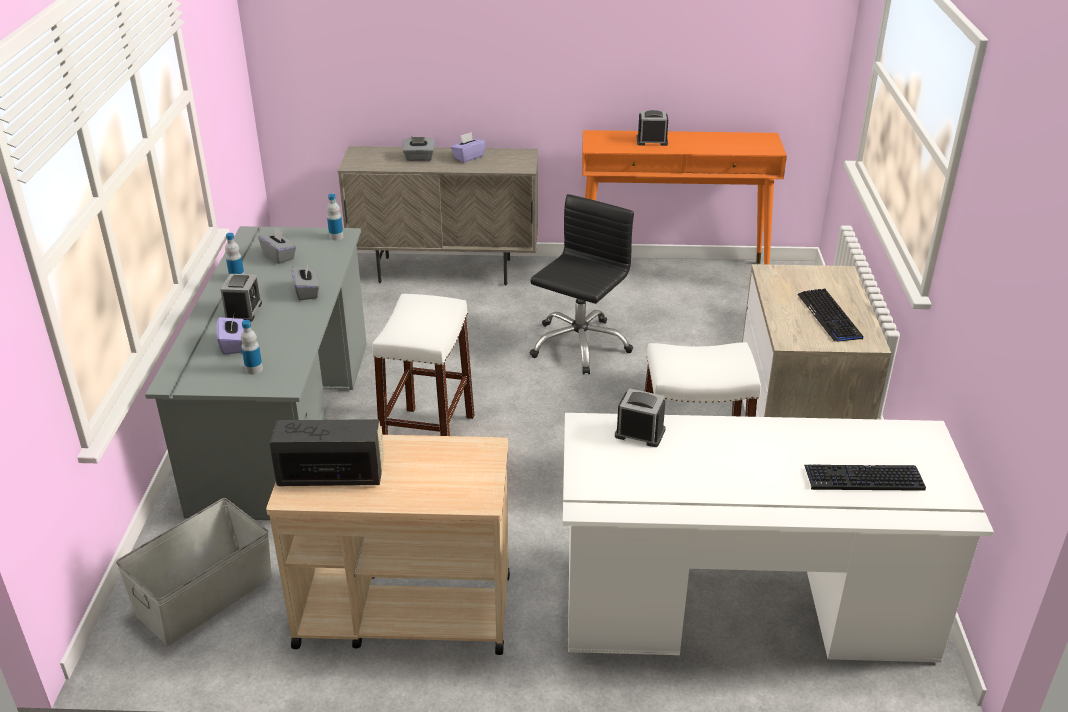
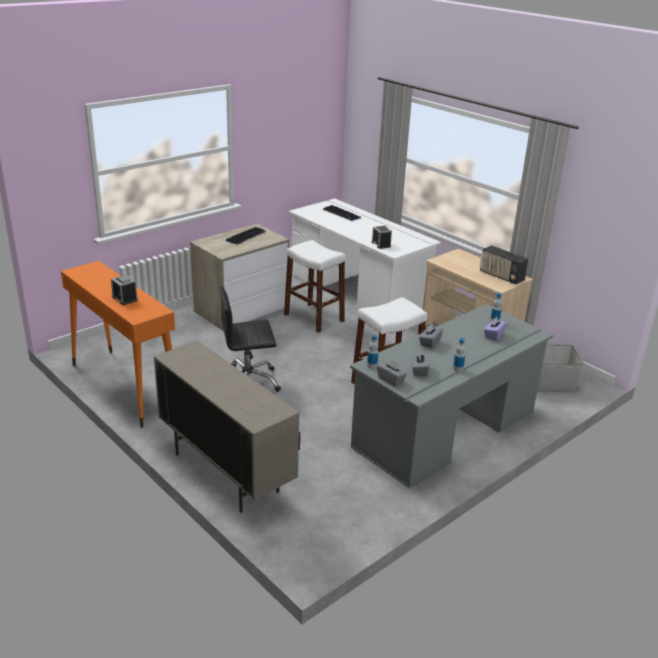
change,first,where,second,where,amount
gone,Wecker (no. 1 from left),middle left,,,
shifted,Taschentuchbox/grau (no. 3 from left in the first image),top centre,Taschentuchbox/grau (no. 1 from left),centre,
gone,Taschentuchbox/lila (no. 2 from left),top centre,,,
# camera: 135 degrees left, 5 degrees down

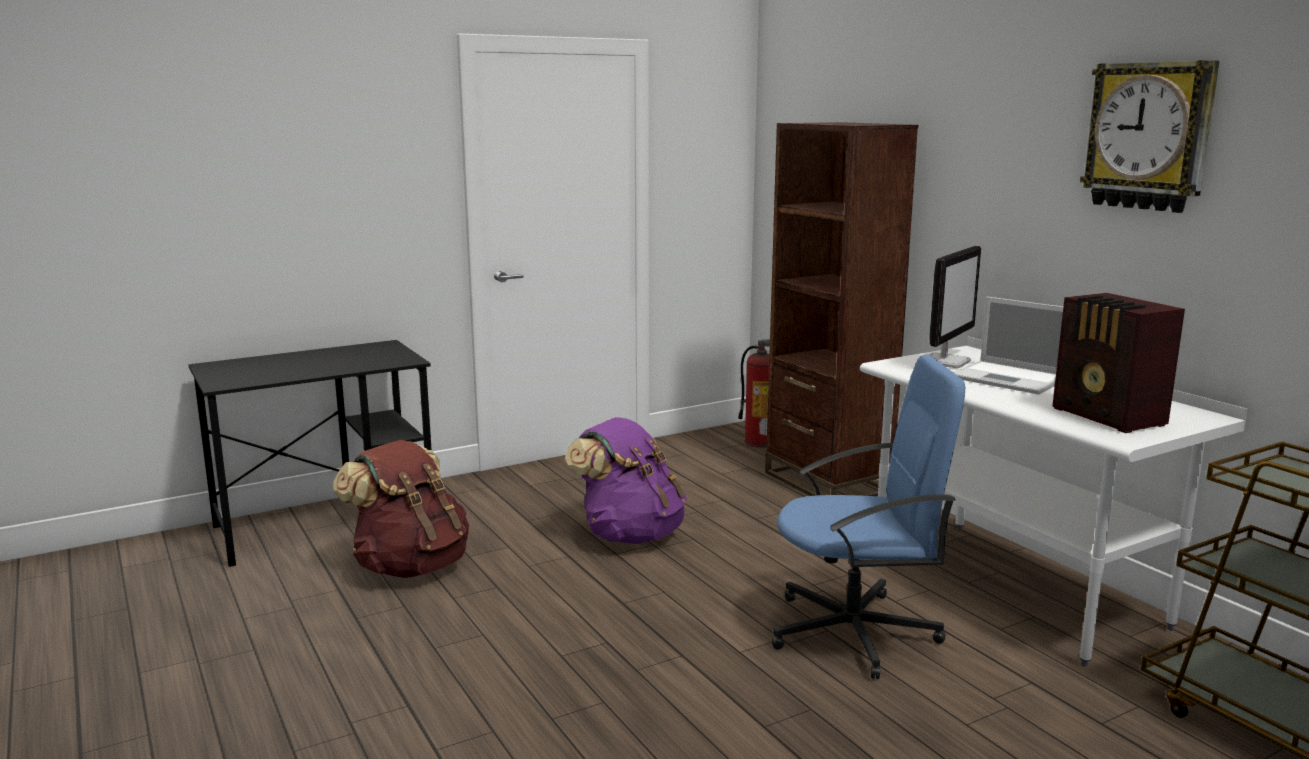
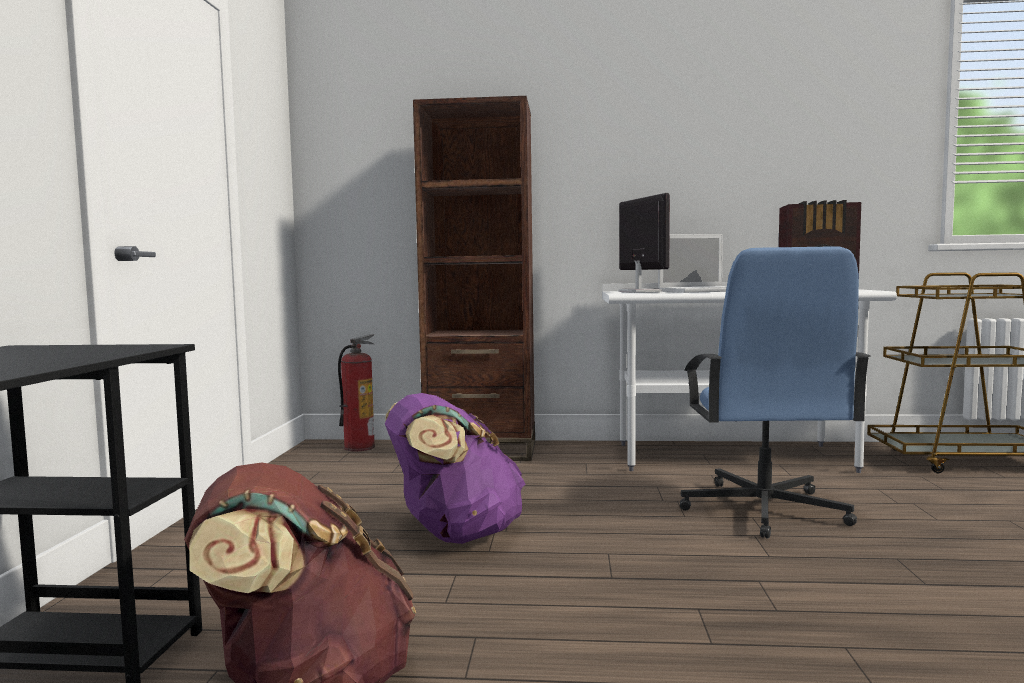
change,first,where,second,where,amount
rotated,Bürostuhl/blau,bottom centre,,middle right,150 degrees clockwise
gone,Wanduhr,top right,,,
# camera: 55 degrees left, 10 degrees down

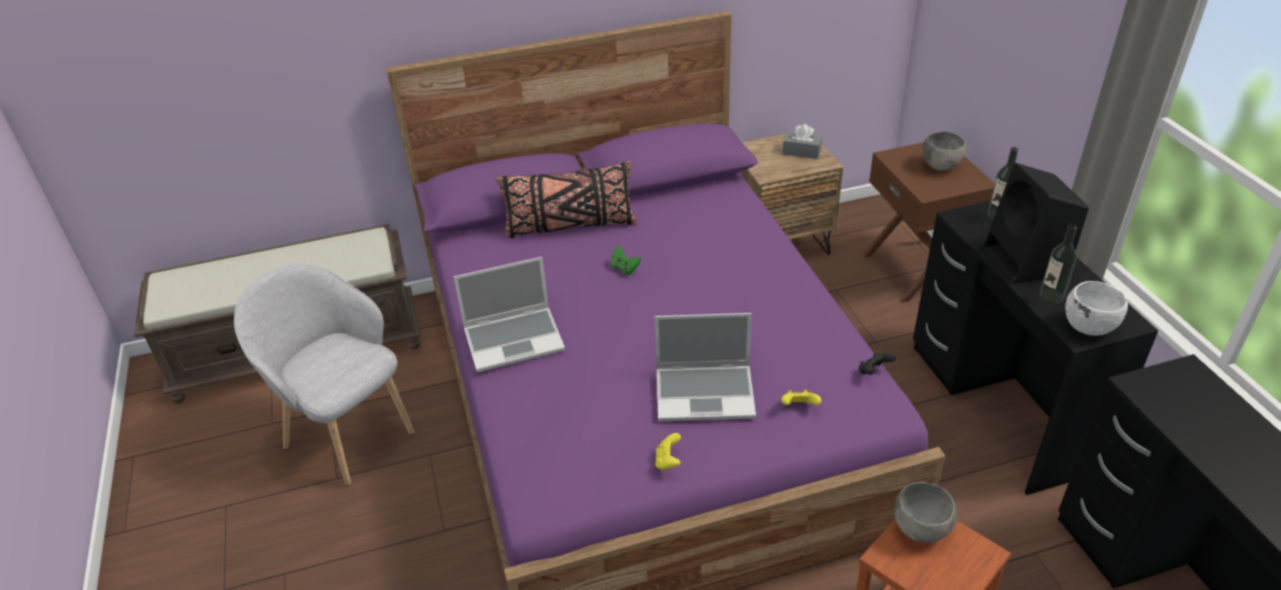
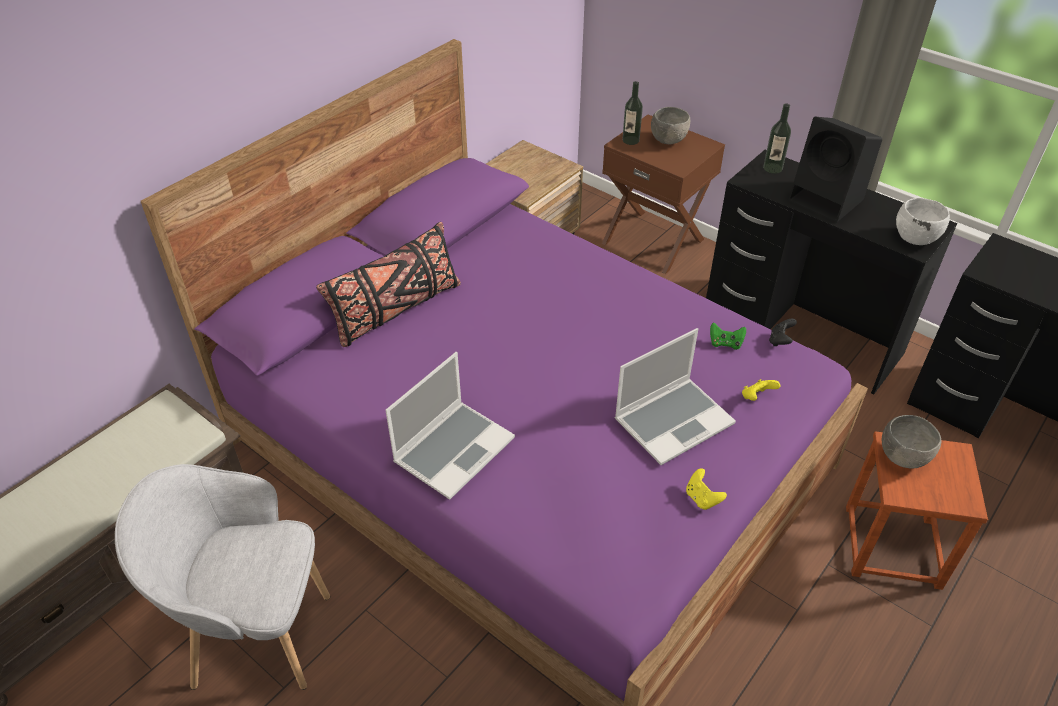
change,first,where,second,where,amount
shifted,Gamepad/grün,centre,,middle right,
gone,Taschentuchbox/grau,top centre,,,
shifted,Flasche (no. 2 from left in the first image),middle right,Flasche (no. 1 from left),top centre,
# camera: 35 degrees left, 5 degrees up

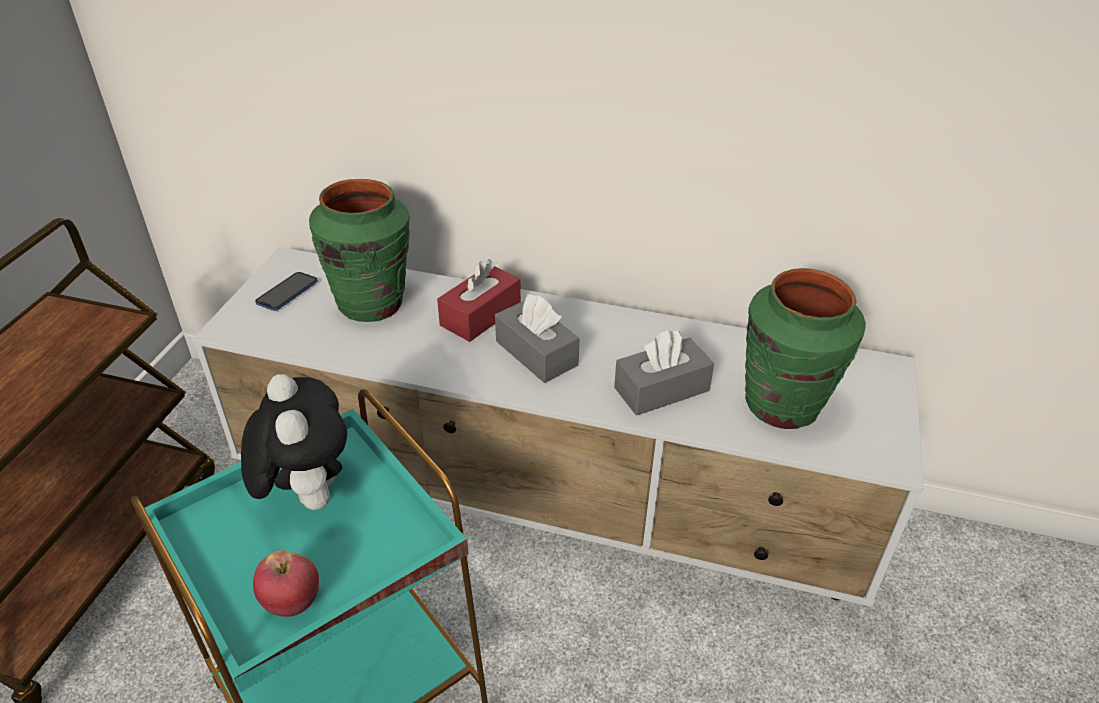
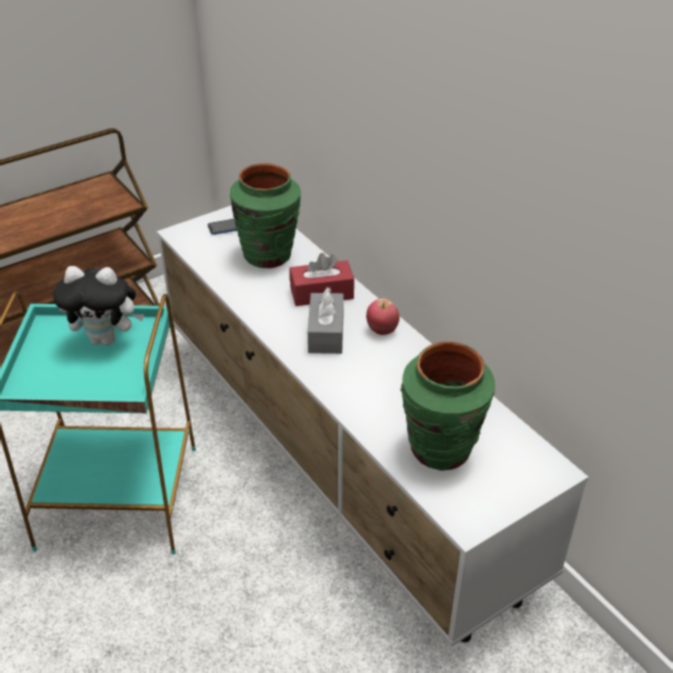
change,first,where,second,where,amount
rotated,Plüschtier,middle left,,middle left,75 degrees clockwise
shifted,Apfel,bottom left,,centre,
gone,Taschentuchbox/grau (no. 2 from left),centre,,,
# camera: 40 degrees right, 0 degrees up

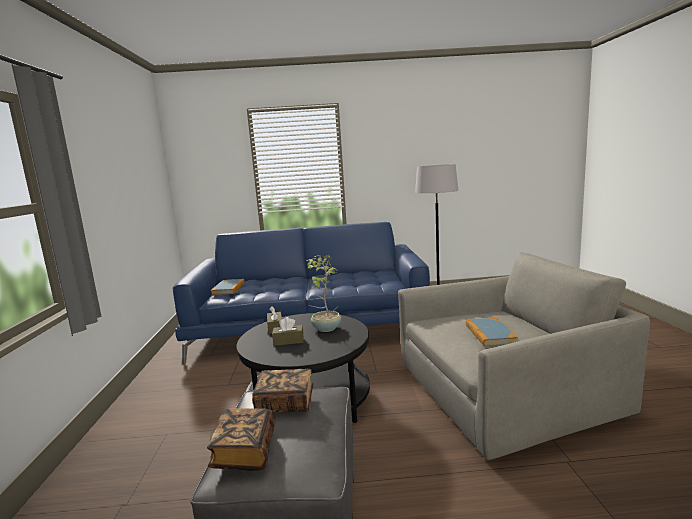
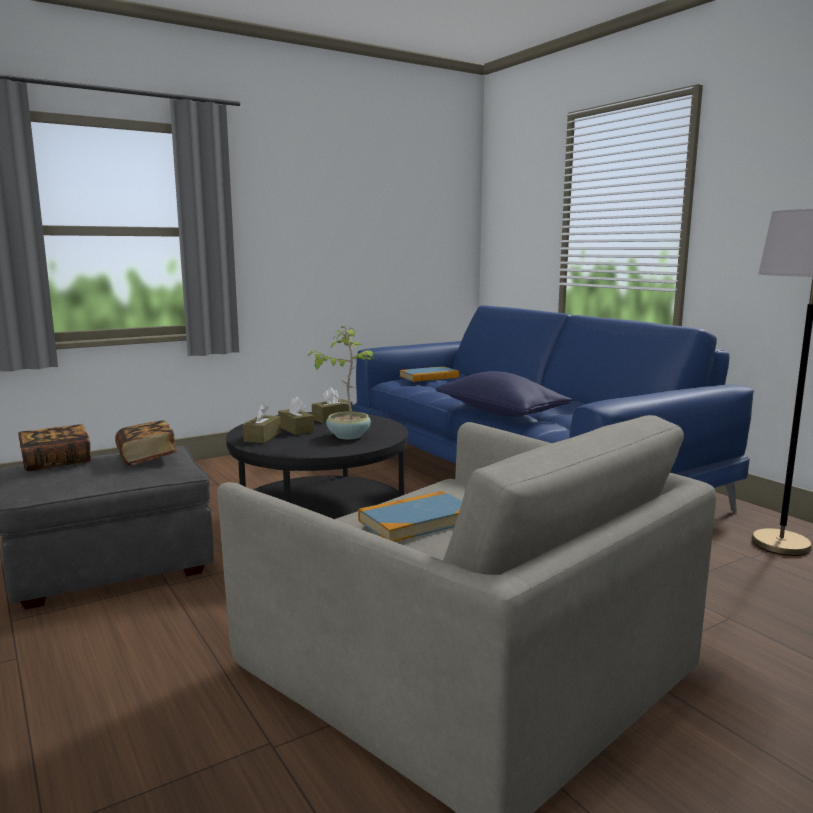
change,first,where,second,where,amount
new,,,Taschentuchbox/braun (no. 1 from left),middle left,
new,,,Kissen/blau,centre,
# camera: 60 degrees right, 0 degrees up

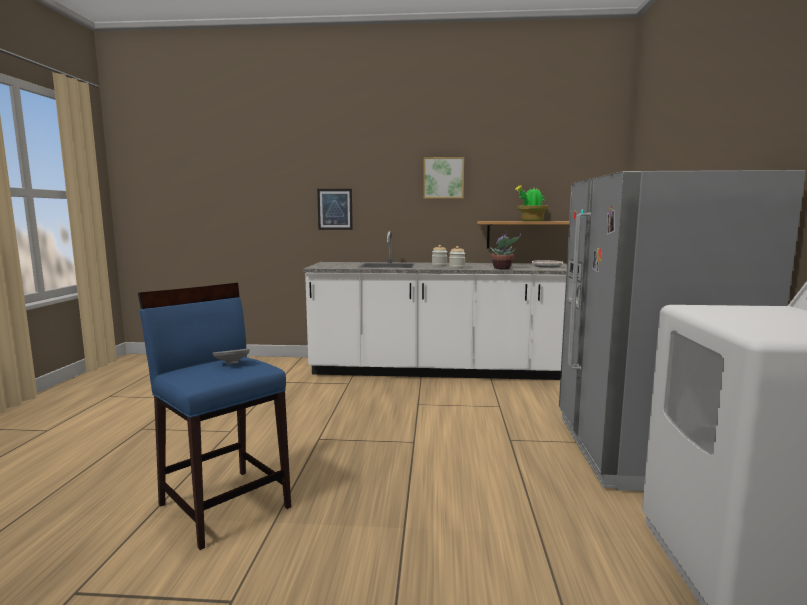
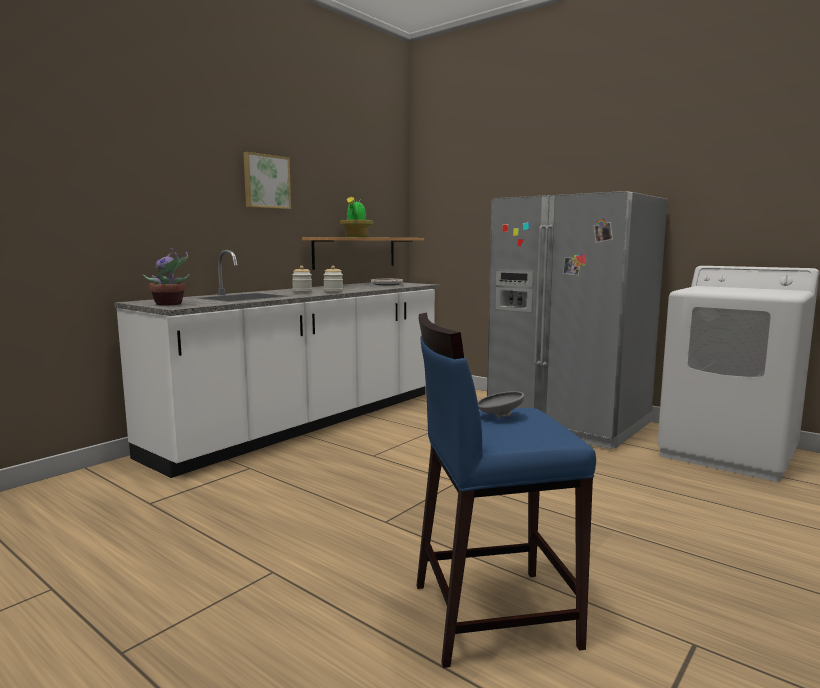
change,first,where,second,where,amount
gone,Bild (no. 1 from left),centre,,,
shifted,Topfpflanze (no. 1 from left),centre,,middle left,
# camera: 55 degrees left, 0 degrees up

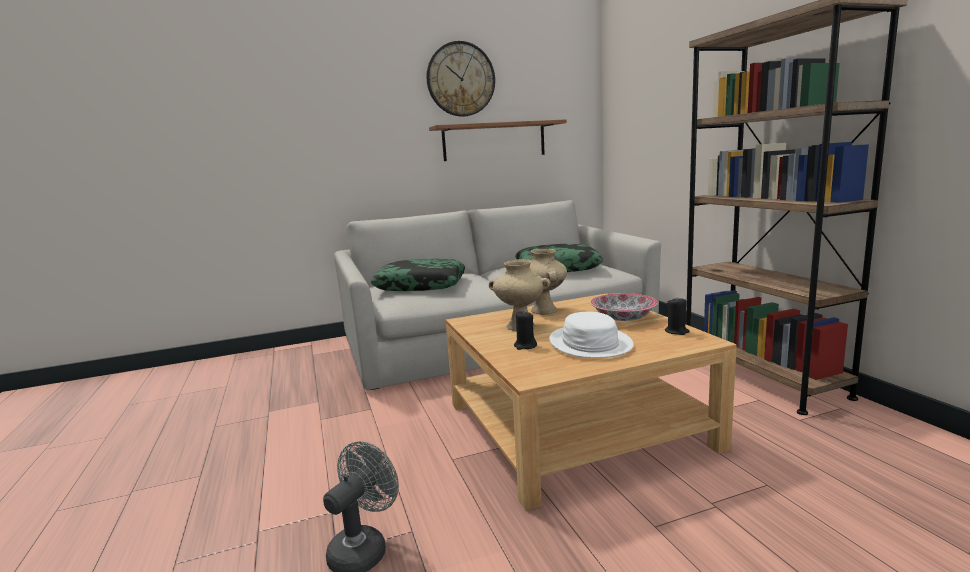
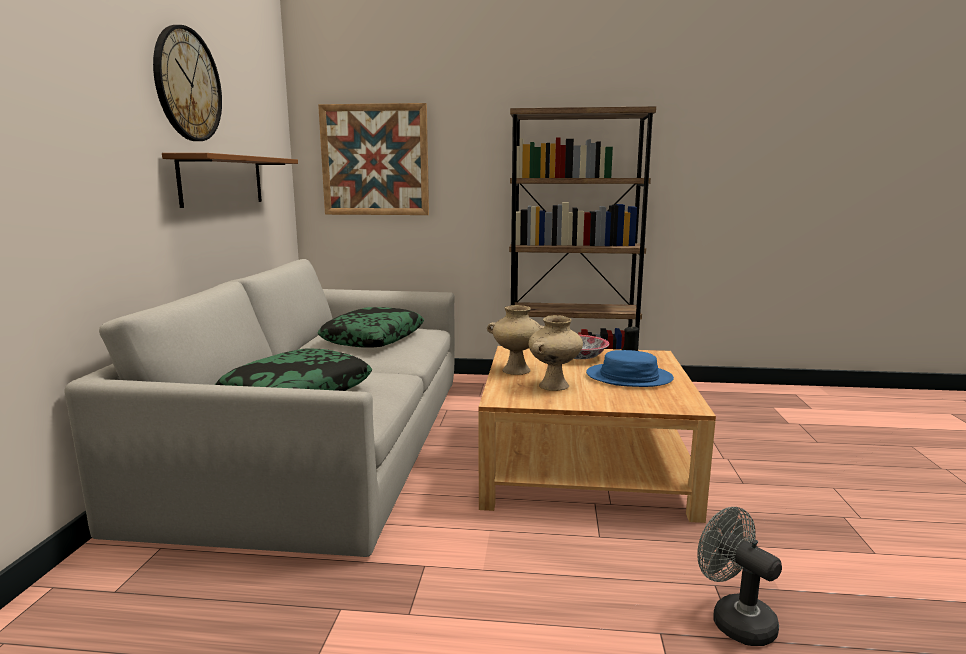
change,first,where,second,where,amount
gone,Kerze/schwarz (no. 1 from left),centre,,,
repainted,Hut/weiß,centre,Hut/blau,centre,
new,,,Bild,top centre,
# camera: 65 degrees left, 0 degrees up

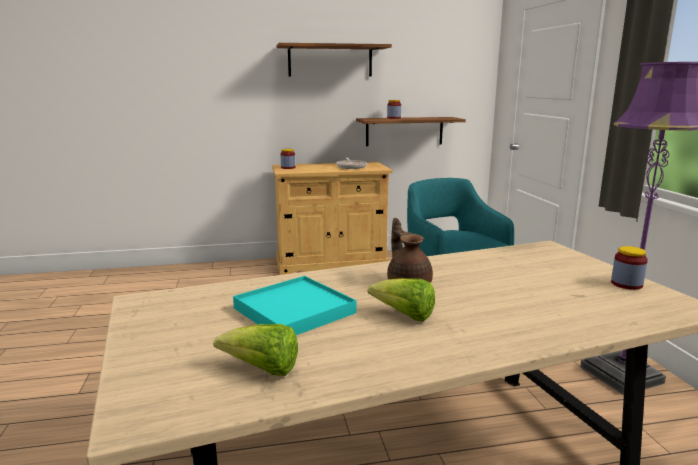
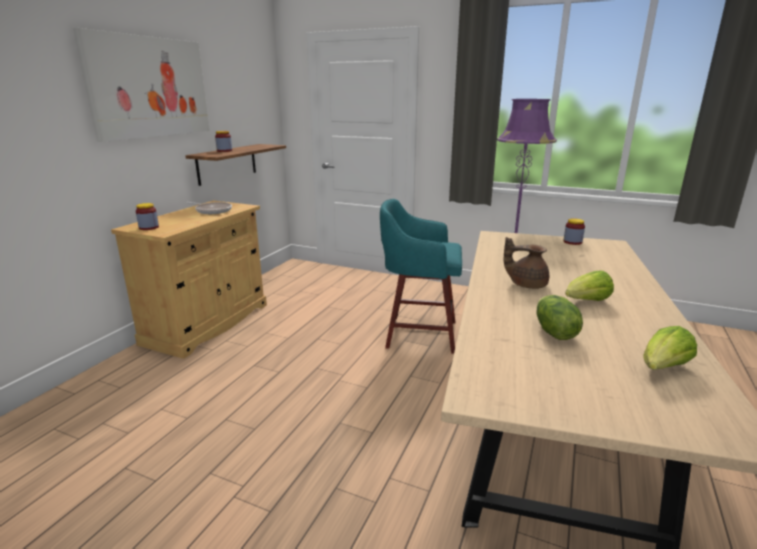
change,first,where,second,where,amount
swapped,Tablett/türkis,centre,Salatkopf (no. 1 from left),middle right,
swapped,Wandregal (no. 1 from left),top centre,Bild,top left,
# camera: 55 degrees left, 5 degrees up

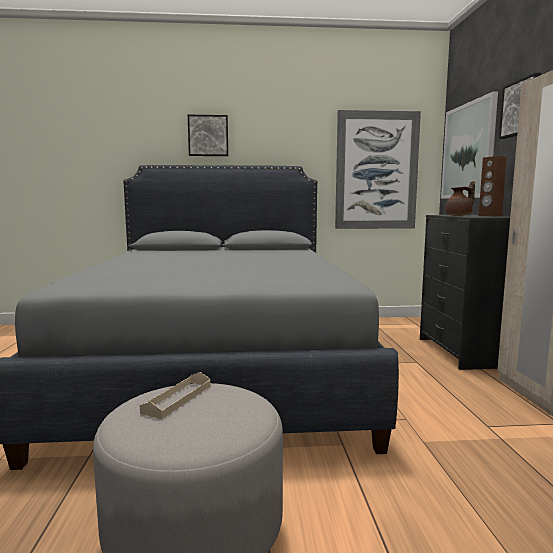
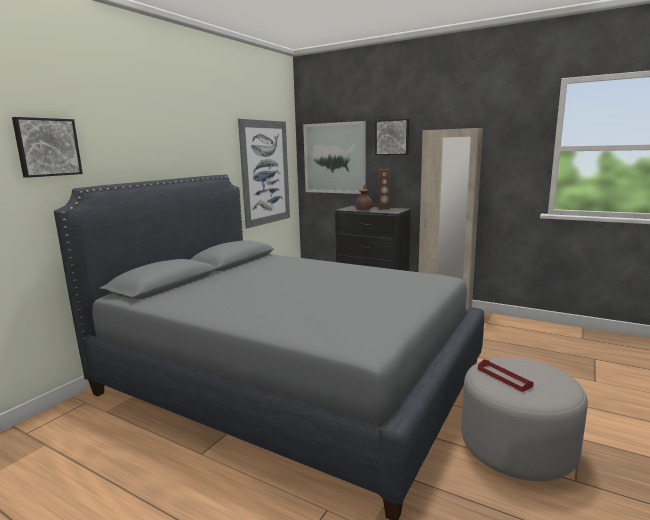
change,first,where,second,where,amount
repainted,Tablett/beige,bottom left,Tablett/rot,bottom right,
shifted,Bild (no. 1 from left),top centre,,top left,
# camera: 55 degrees left, 5 degrees up

